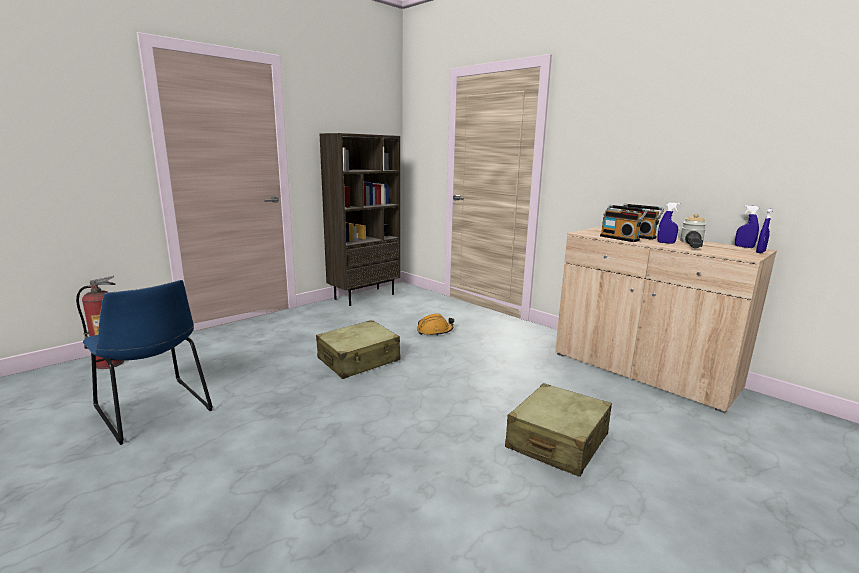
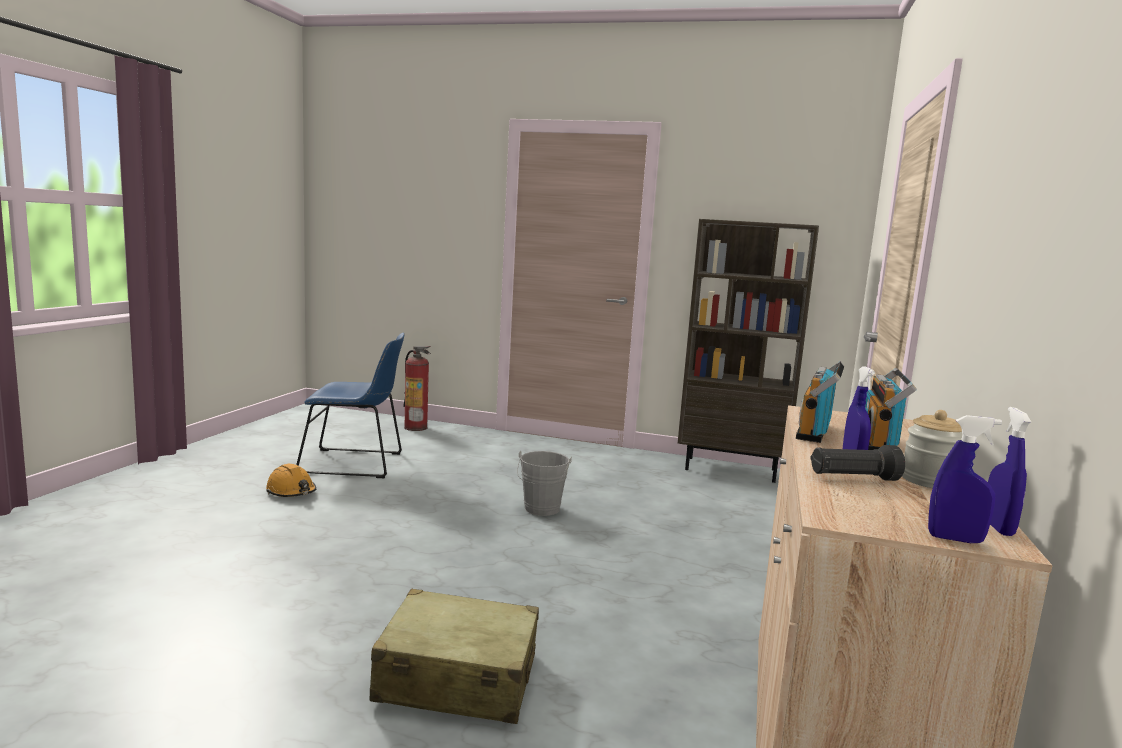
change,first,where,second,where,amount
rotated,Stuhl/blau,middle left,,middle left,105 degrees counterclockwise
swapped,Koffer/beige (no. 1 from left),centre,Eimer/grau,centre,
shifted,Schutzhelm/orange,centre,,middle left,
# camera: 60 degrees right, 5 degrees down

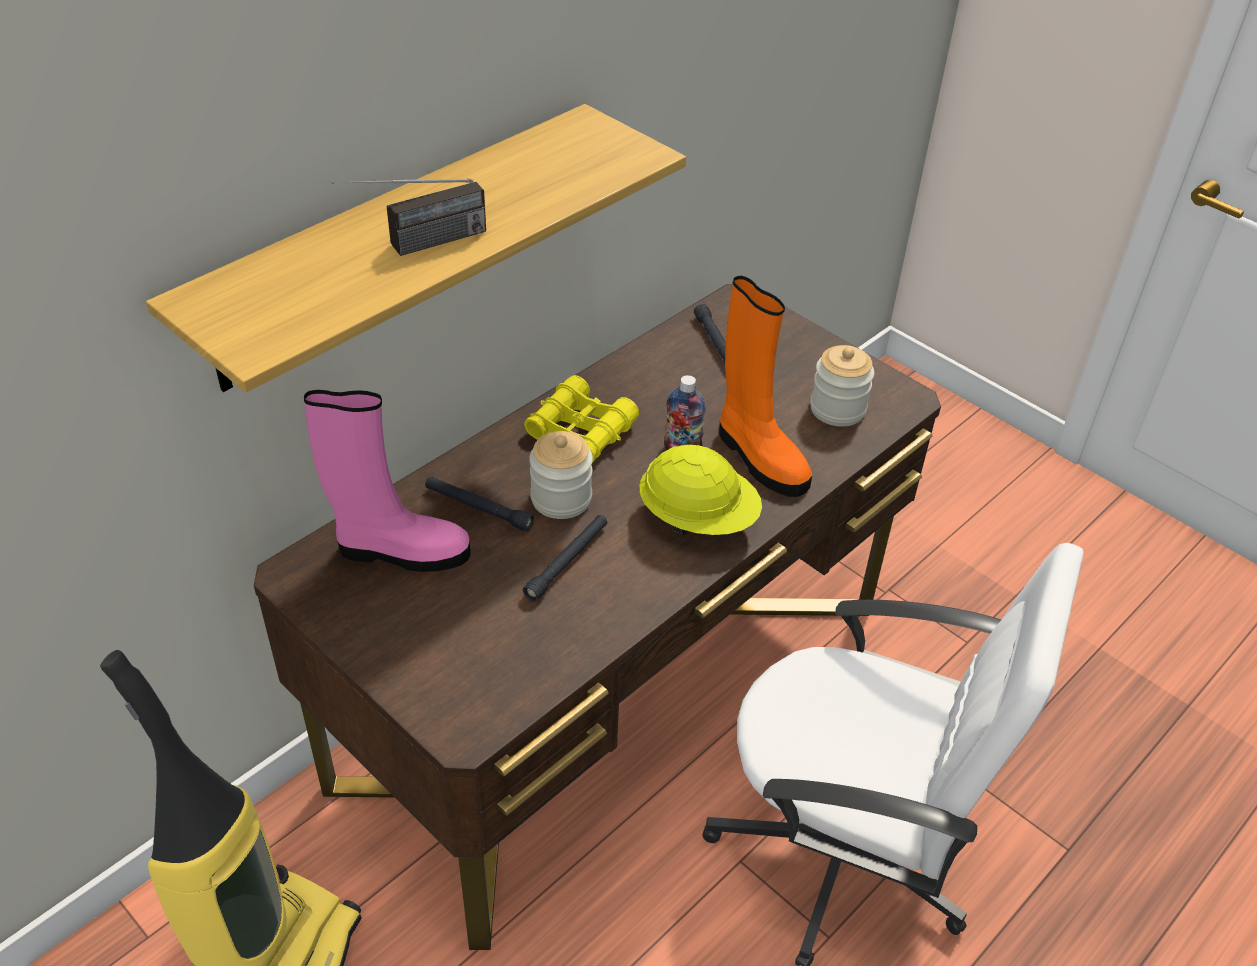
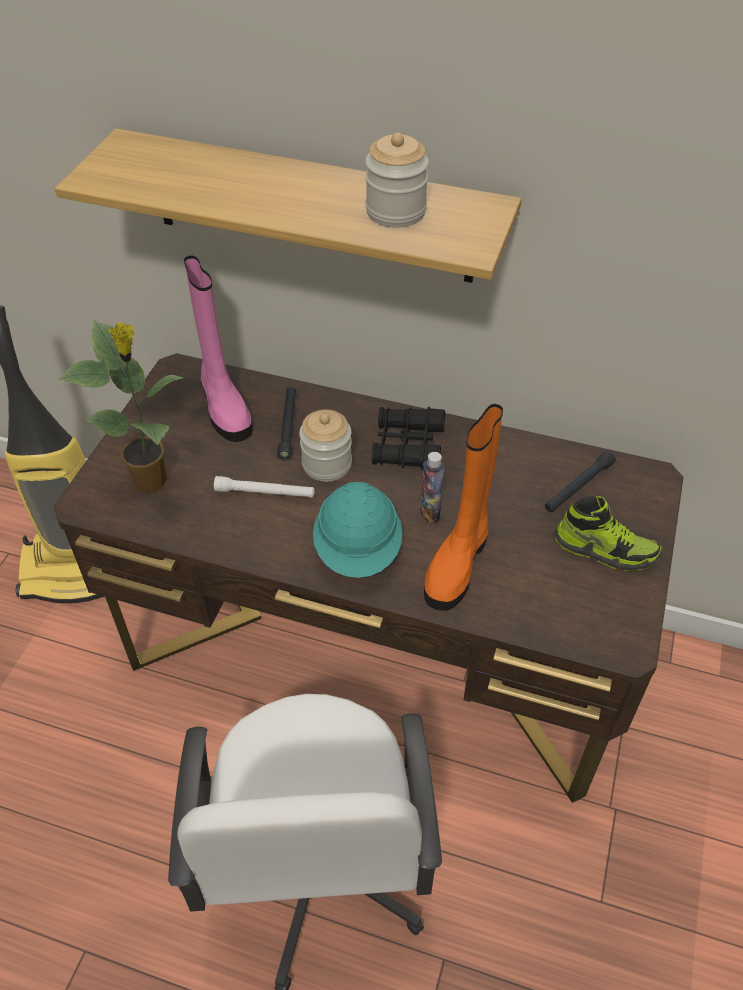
change,first,where,second,where,amount
gone,Radio,top left,,,
repainted,Taschenlampe/schwarz (no. 2 from left),centre,Taschenlampe/weiß,centre,
repainted,Fernglas/gelb,centre,Fernglas/schwarz,centre,
repainted,Schutzhelm/gelb,centre,Schutzhelm/türkis,centre,
shifted,Vorratsglas (no. 2 from left),middle right,,top centre,
new,,,Topfpflanze,middle left,
new,,,Schuh,middle right,
# camera: 65 degrees right, 5 degrees up

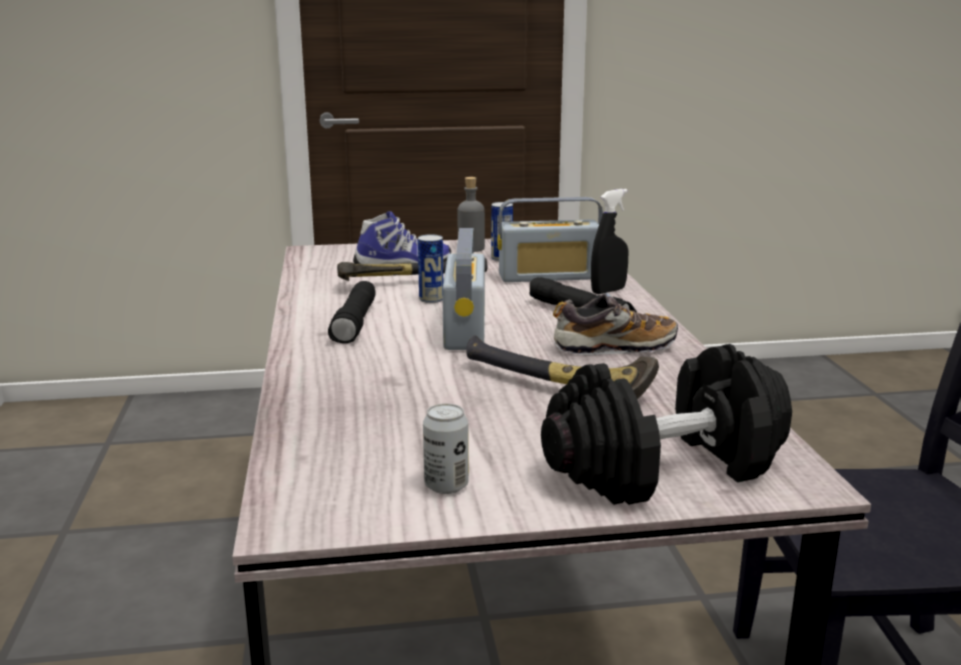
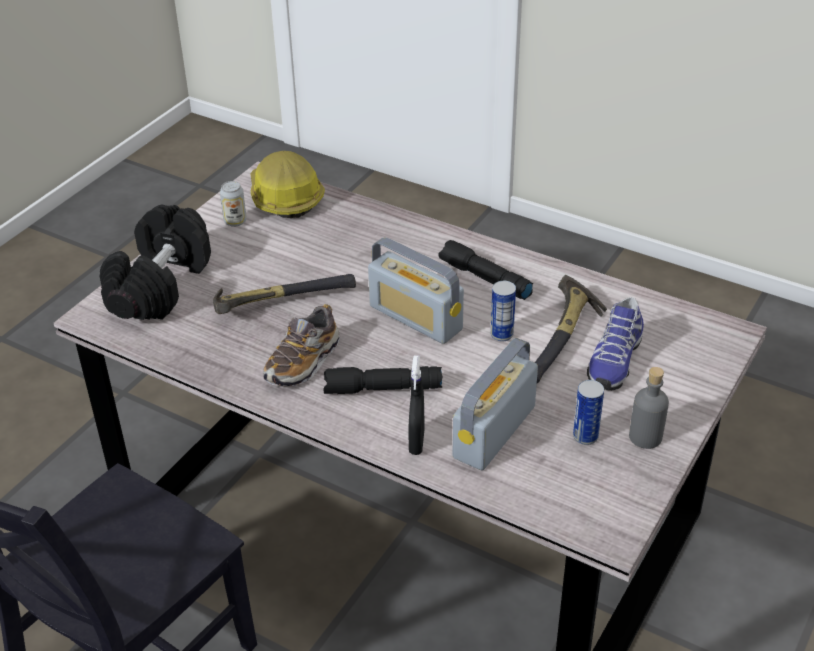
change,first,where,second,where,amount
new,,,Schutzhelm,top centre,
# camera: 130 degrees right, 20 degrees up

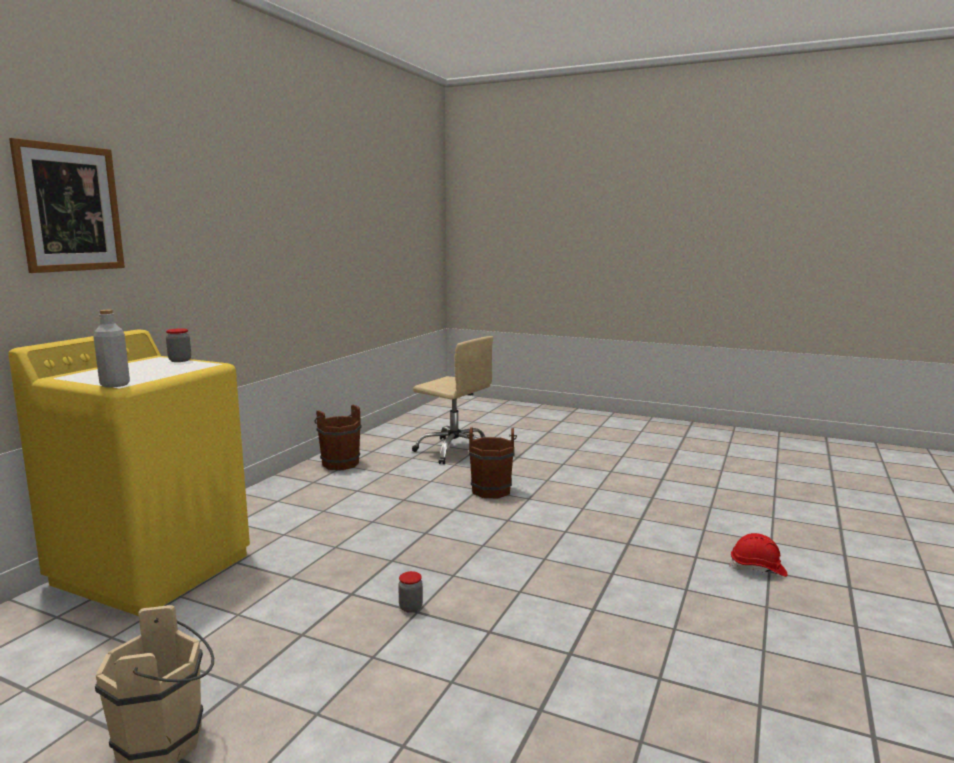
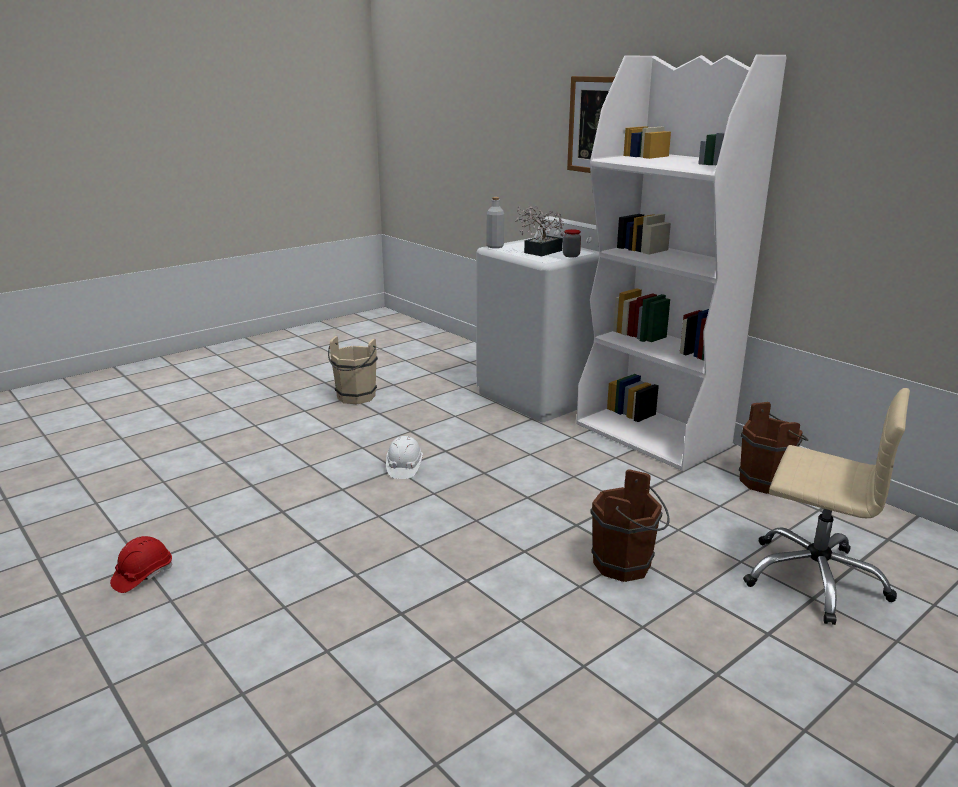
change,first,where,second,where,amount
repainted,Waschmaschine/gelb,middle left,Waschmaschine/weiß,centre,
swapped,Vorratsglas (no. 2 from left),bottom centre,Schutzhelm/weiß,centre,
rotated,Bürostuhl/beige,centre,,middle right,120 degrees counterclockwise
shifted,Schutzhelm/rot,bottom right,,bottom left,
new,,,Topfpflanze,top centre,
new,,,Bücherregal/weiß,middle right,
# camera: 115 degrees right, 10 degrees up

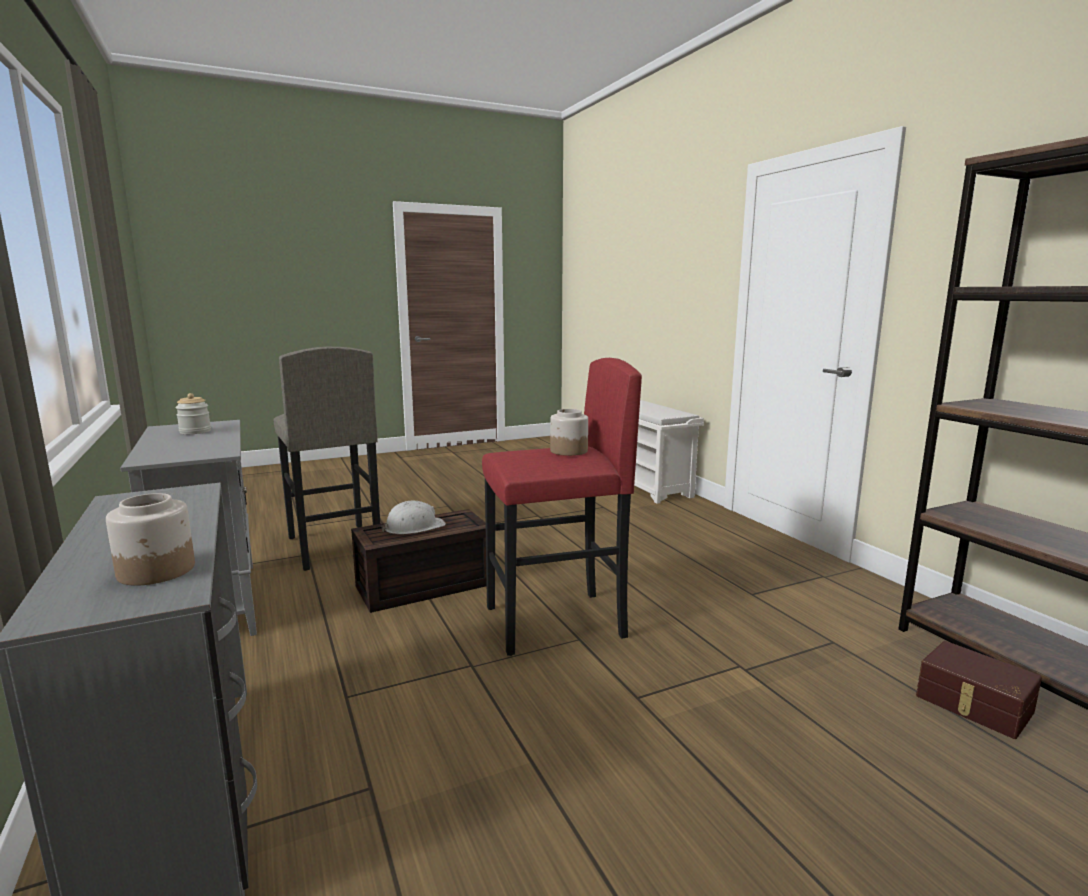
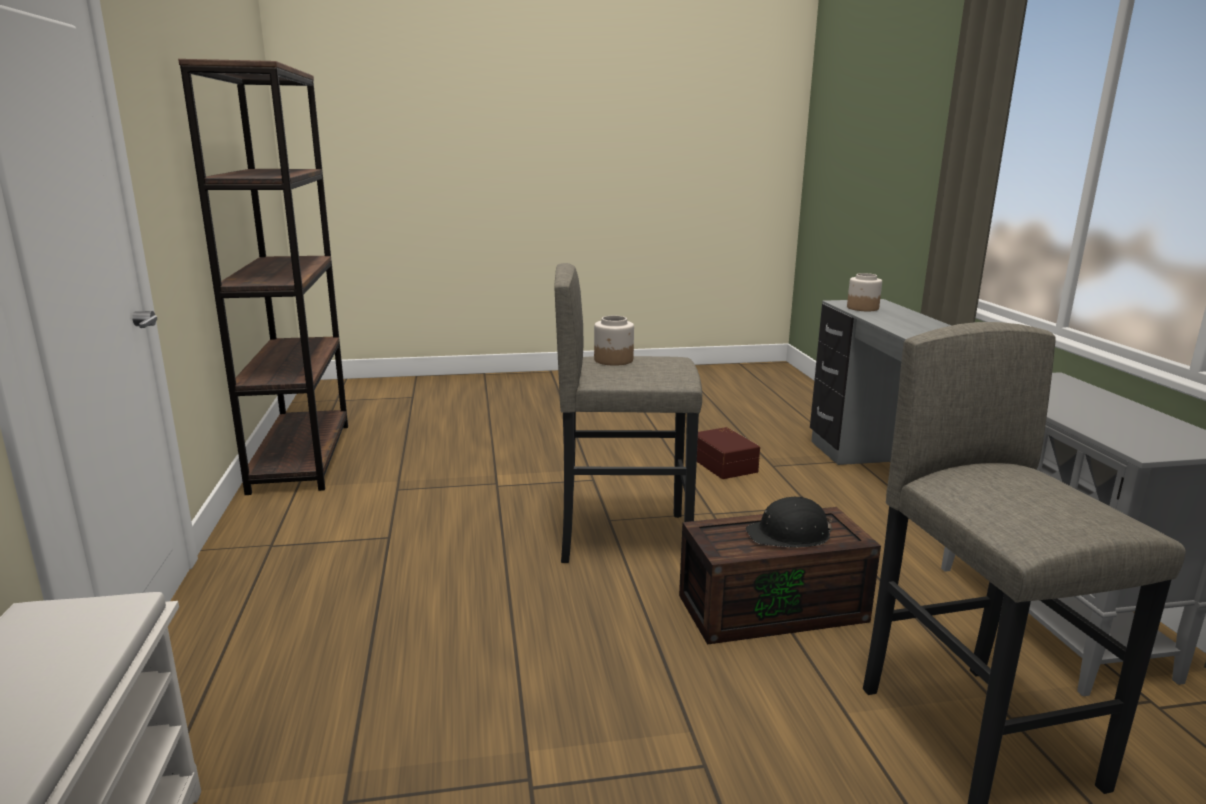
change,first,where,second,where,amount
gone,Vorratsglas (no. 2 from left),middle left,,,
repainted,Schutzhelm/weiß,centre,Schutzhelm/schwarz,centre,
repainted,Hocker/rot,centre,Hocker/grau (no. 1 from left),centre,
shifted,Aufbewahrungsbox/braun (no. 2 from left in the first image),bottom right,Aufbewahrungsbox/braun (no. 1 from left),centre,
# camera: 165 degrees left, 5 degrees up

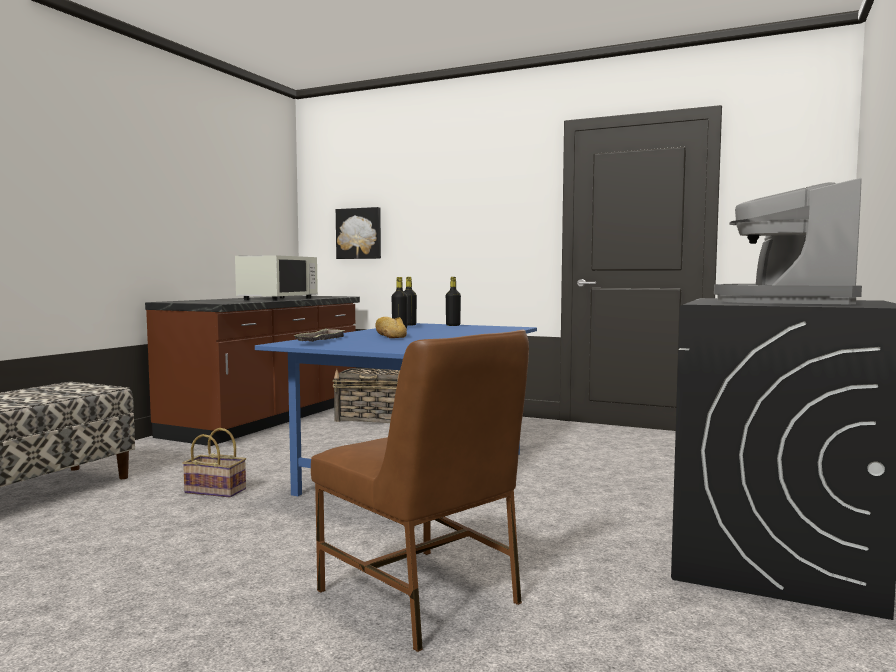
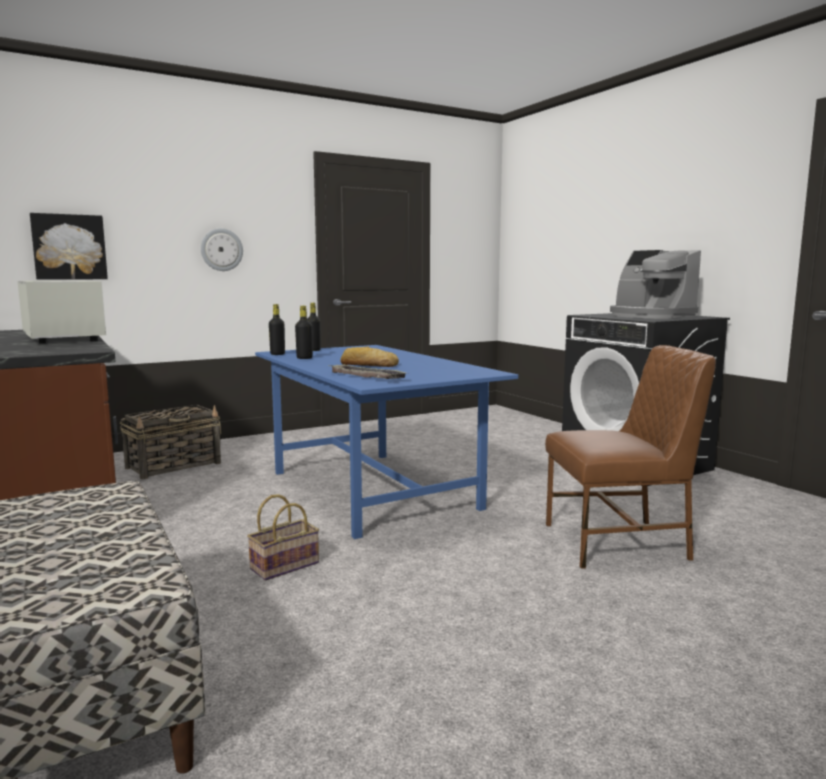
change,first,where,second,where,amount
new,,,Wanduhr,top left,
# camera: 55 degrees left, 5 degrees up

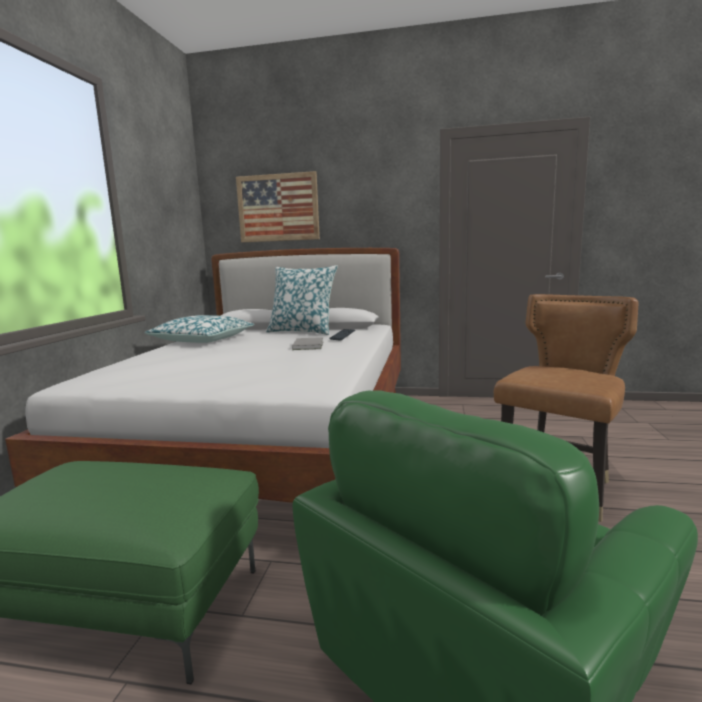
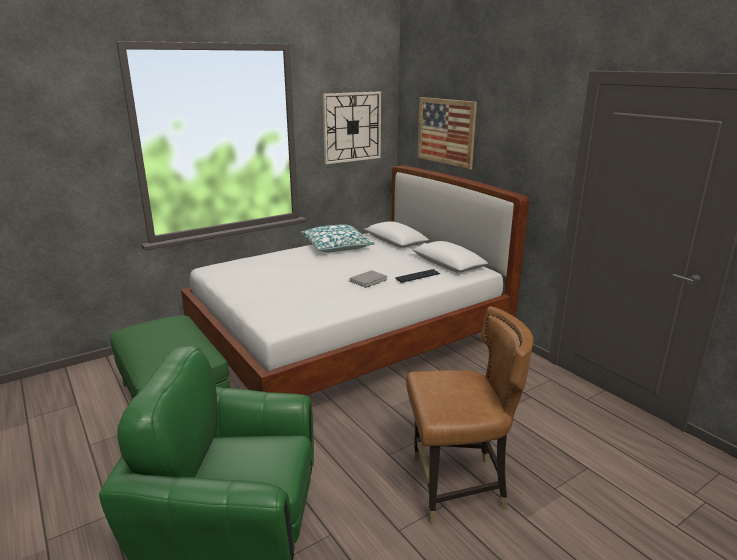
change,first,where,second,where,amount
gone,Kissen (no. 2 from left),centre,,,
new,,,Wanduhr,top centre,
# camera: 45 degrees right, 10 degrees up

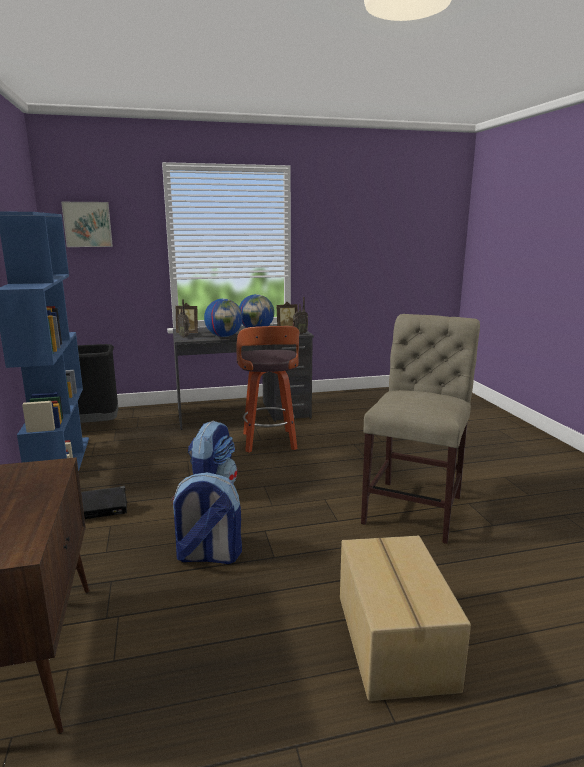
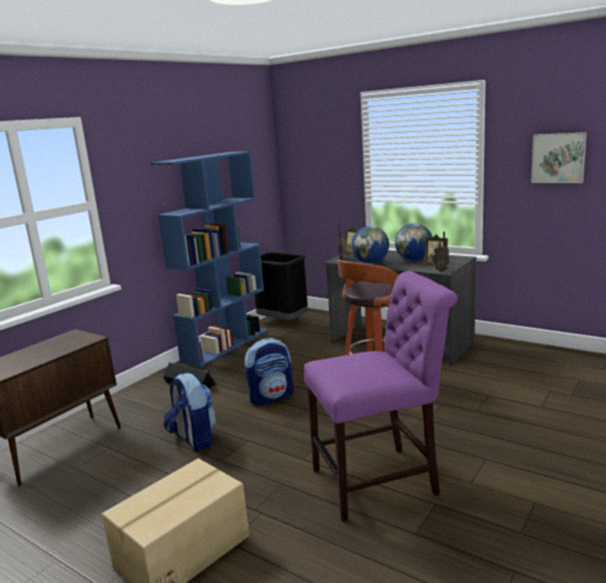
change,first,where,second,where,amount
shifted,Bild,top left,,top right,
repainted,Stuhl/beige,middle right,Stuhl/lila,bottom centre,
# camera: 50 degrees right, 0 degrees up

